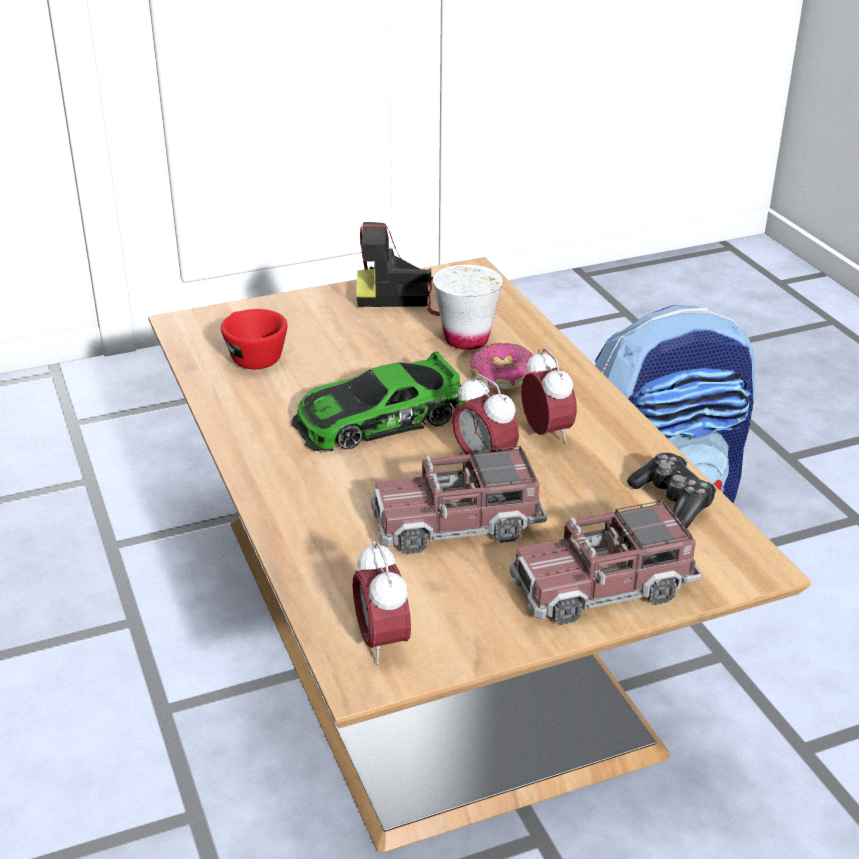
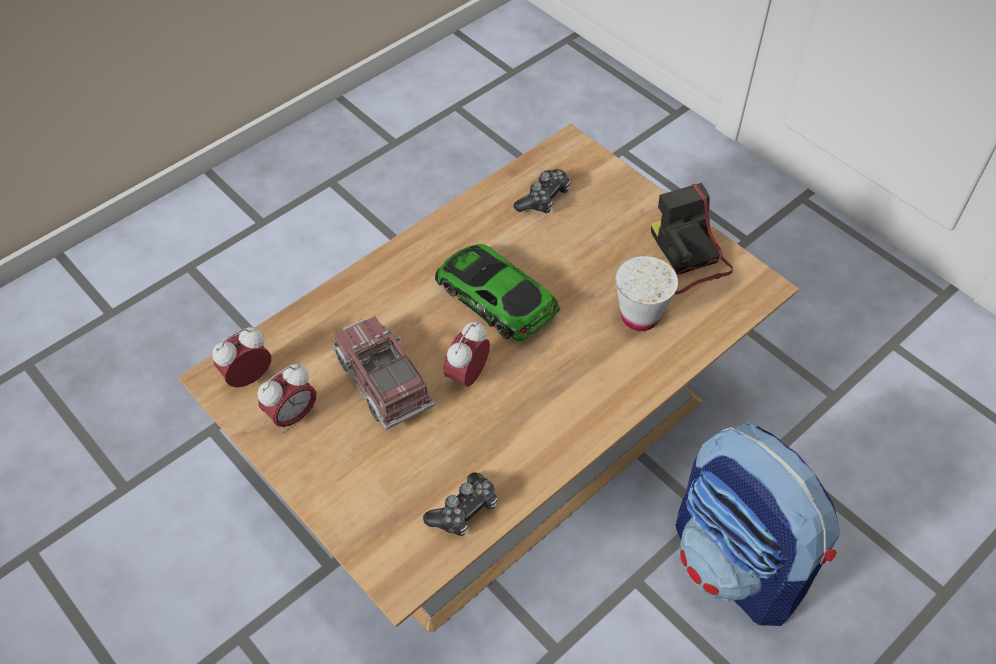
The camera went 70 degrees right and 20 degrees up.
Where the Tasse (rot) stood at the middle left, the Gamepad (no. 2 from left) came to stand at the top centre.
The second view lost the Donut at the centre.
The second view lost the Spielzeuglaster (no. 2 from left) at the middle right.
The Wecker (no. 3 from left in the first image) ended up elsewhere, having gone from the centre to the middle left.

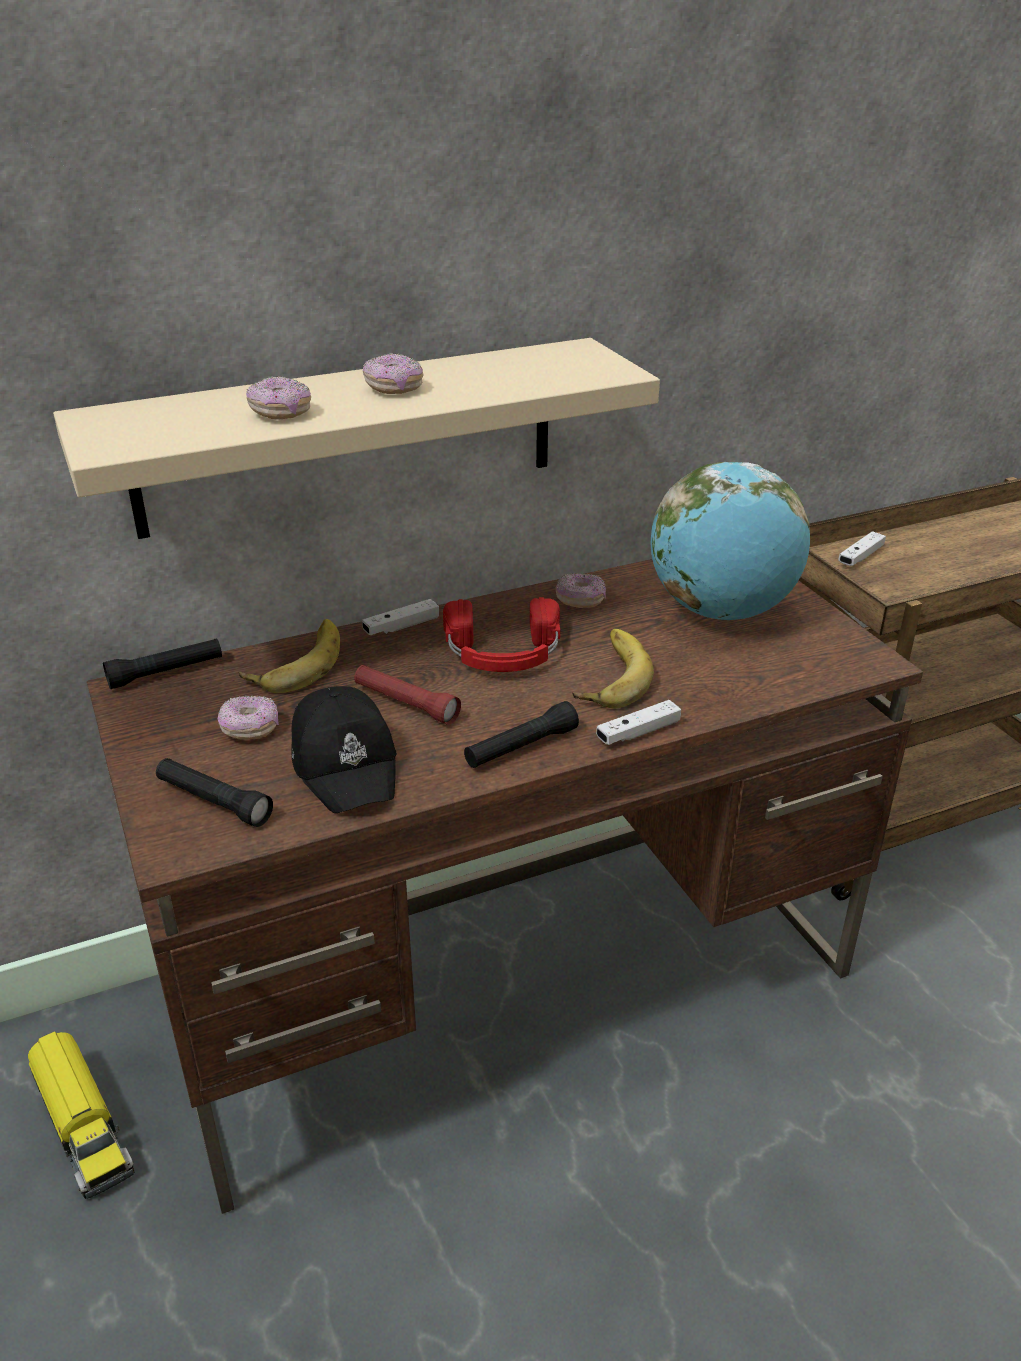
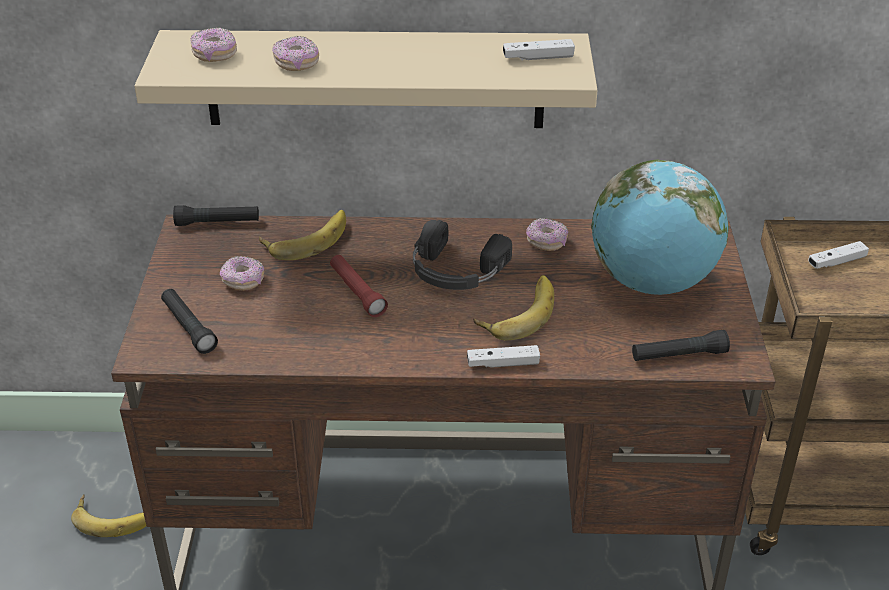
The camera went 25 degrees right and 5 degrees up.
Where the Spielzeuglaster stood at the bottom left, the Banane (no. 1 from left) came to stand at the bottom left.
The second view lost the Kappe (schwarz) at the centre.
The Gamepad (weiß) (no. 1 from left in the first image) ended up elsewhere, having gone from the centre to the top centre.
The Donut (no. 3 from left in the first image) ended up elsewhere, having gone from the top centre to the top left.
What was the Kopfhörer (rot) at the centre turned into the Kopfhörer (schwarz) at the centre.
The Taschenlampe (schwarz) (no. 3 from left) ended up elsewhere, having gone from the centre to the middle right.

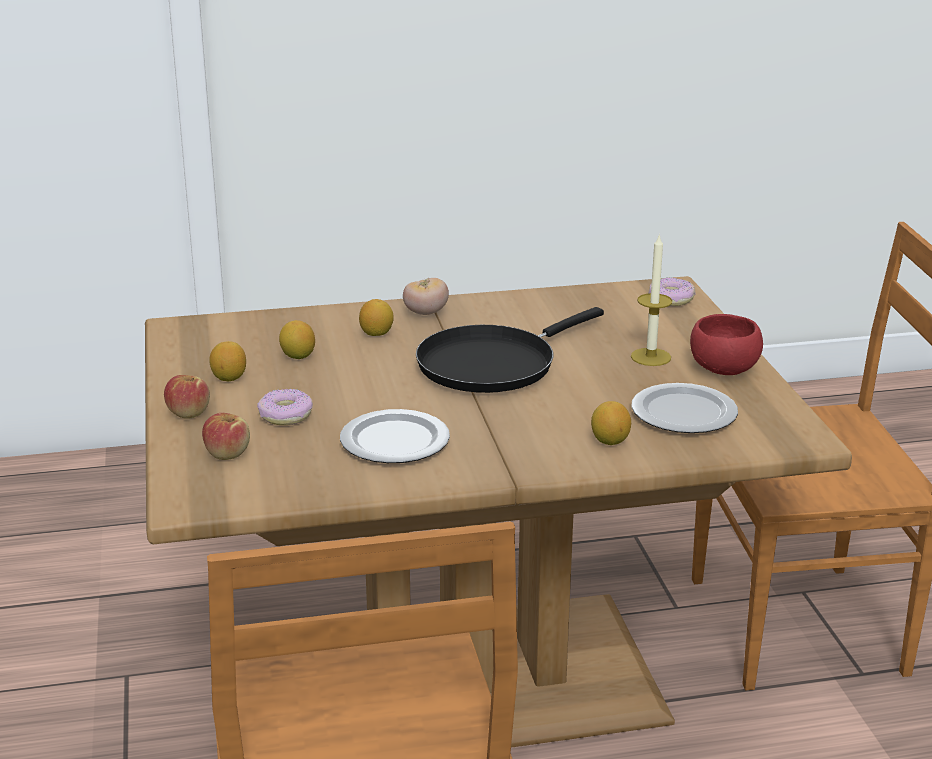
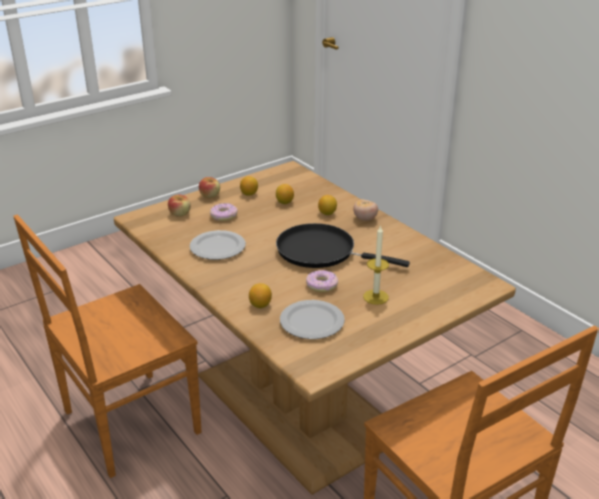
The camera went 65 degrees right and 5 degrees up.
The Donut (no. 2 from left) ended up elsewhere, having gone from the middle right to the centre.
The second view lost the Schüssel (rot) at the middle right.

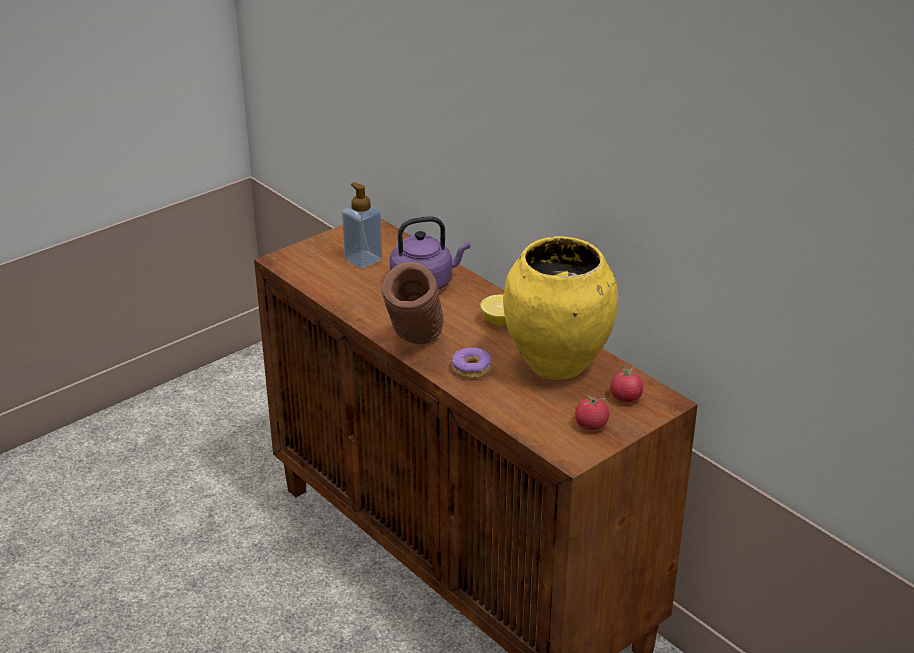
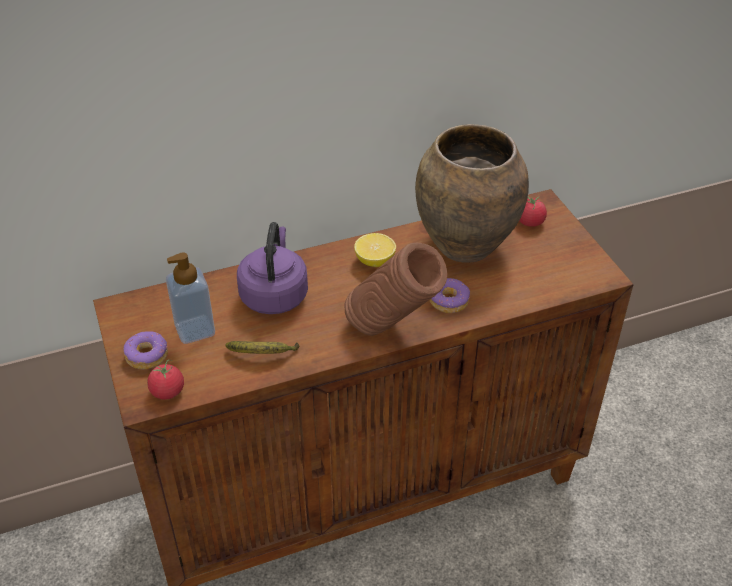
The camera went 70 degrees left and 10 degrees up.
What was the Vase (gelb) at the centre turned into the Vase (braun) (no. 2 from left) at the top centre.
The Tomate (no. 1 from left) ended up elsewhere, having gone from the centre to the middle left.
The second view gained the Donut (no. 1 from left) at the middle left.
The second view gained the Banane at the centre.

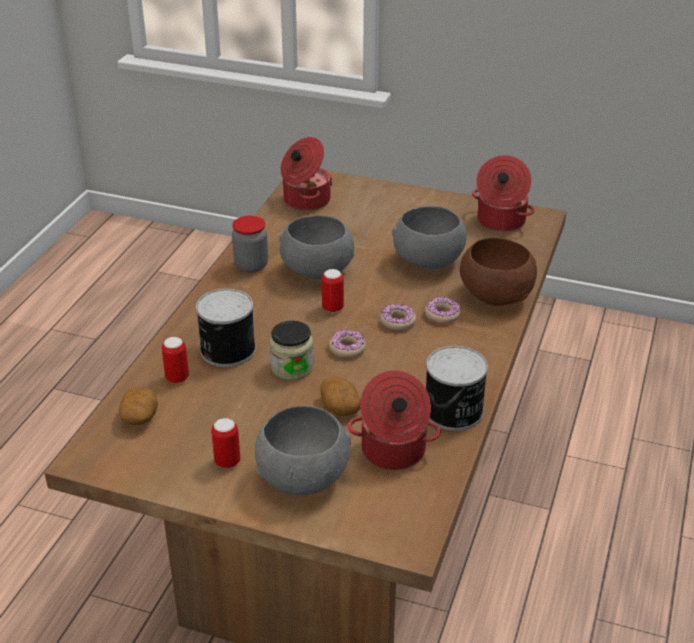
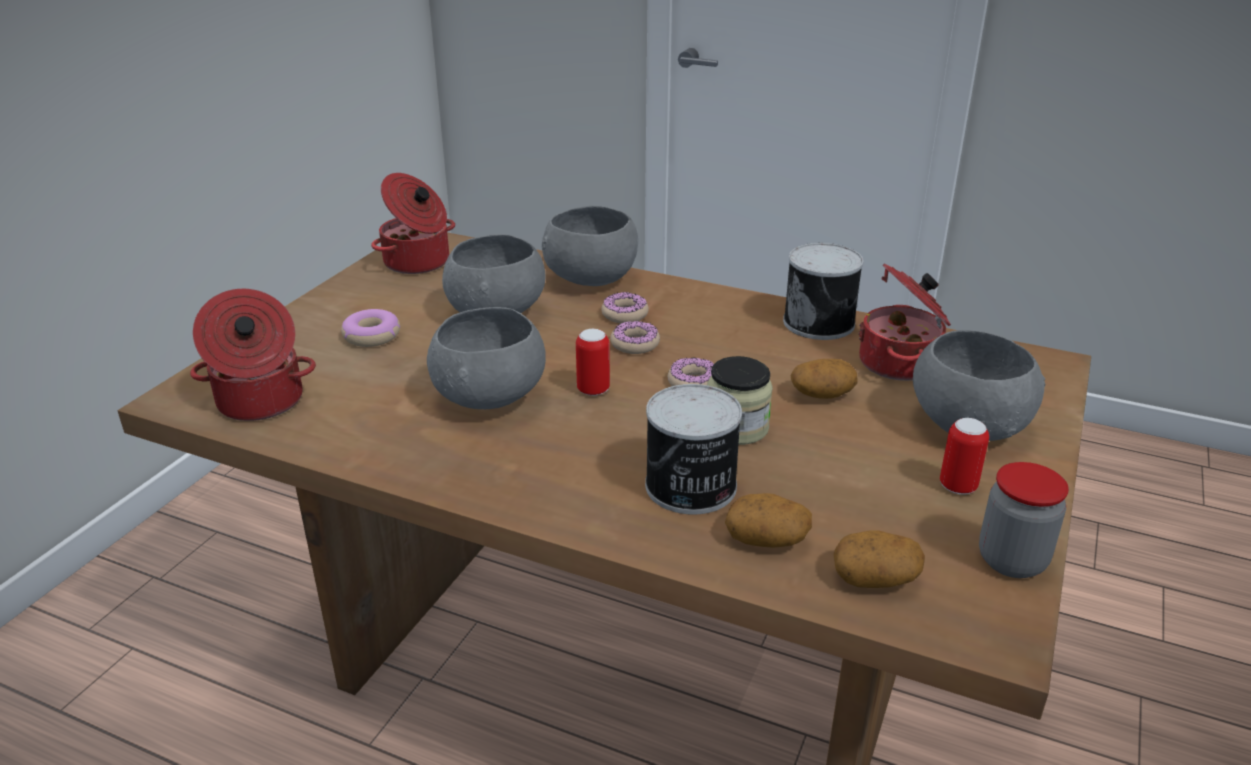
The camera went 85 degrees left and 5 degrees down.
Where the Dose (no. 1 from left) stood at the middle left, the Kartoffel (no. 1 from left) came to stand at the bottom centre.
The Vorratsglas (no. 1 from left in the first image) ended up elsewhere, having gone from the centre to the bottom right.
What was the Schüssel (braun) at the middle right turned into the Schüssel (grau) (no. 3 from left) at the top centre.
The second view gained the Donut (no. 1 from left) at the middle left.

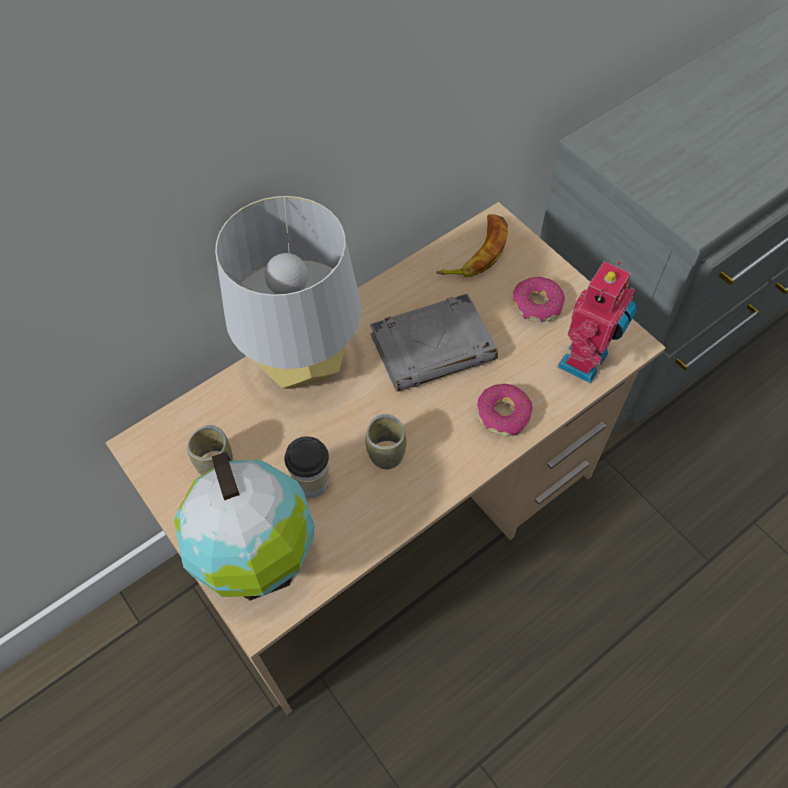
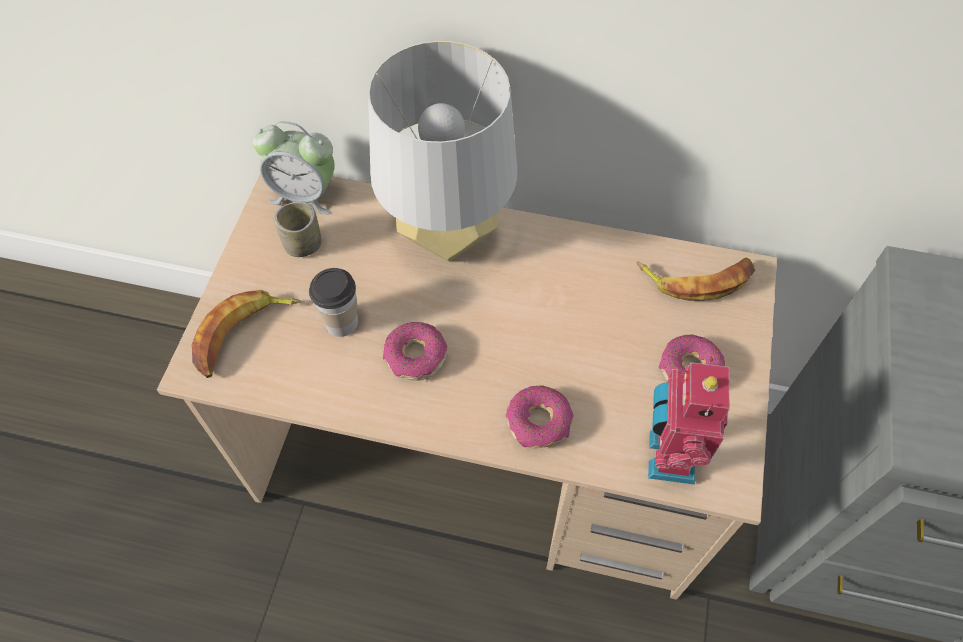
The camera went 50 degrees right and 0 degrees up.
Where the Globus stood at the bottom left, the Banane (no. 1 from left) came to stand at the middle left.
Where the Tasse (no. 3 from left) stood at the centre, the Donut (no. 1 from left) came to stand at the centre.
The second view lost the Buch (grau) at the centre.
The Spielzeugroboter at the middle right ended up facing another way, 105 degrees clockwise from before.
The second view gained the Wecker at the top left.

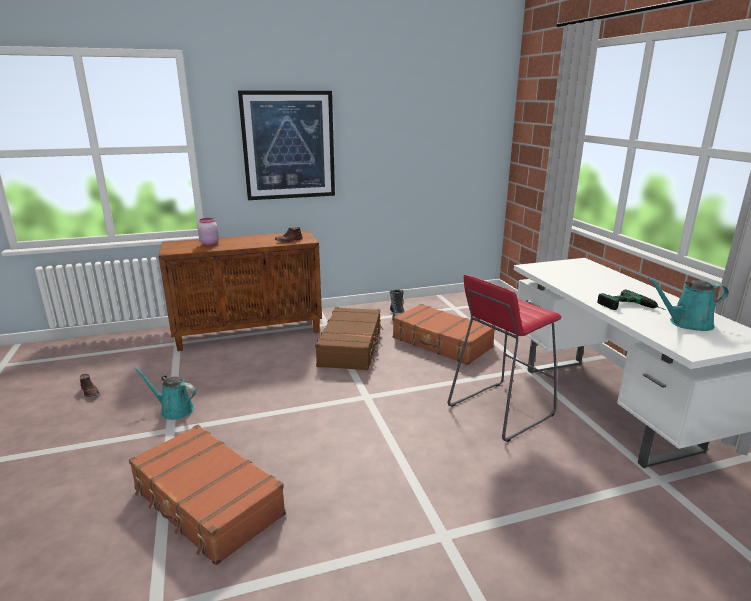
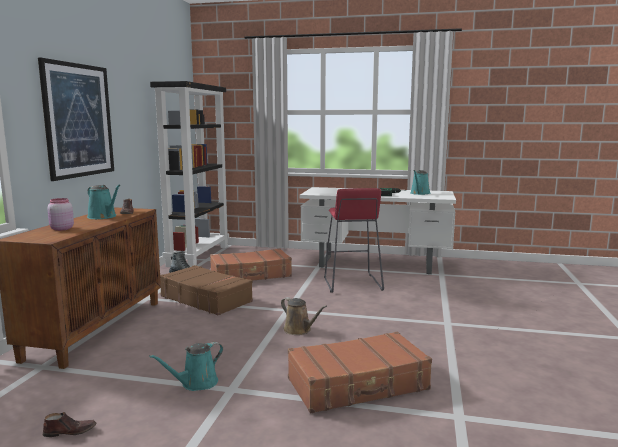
The camera went 60 degrees left and 10 degrees down.
The second view gained the Gießkanne (türkis) (no. 1 from left) at the middle left.
The second view gained the Bücherregal (schwarz) at the middle left.
The second view gained the Gießkanne (braun) at the bottom centre.

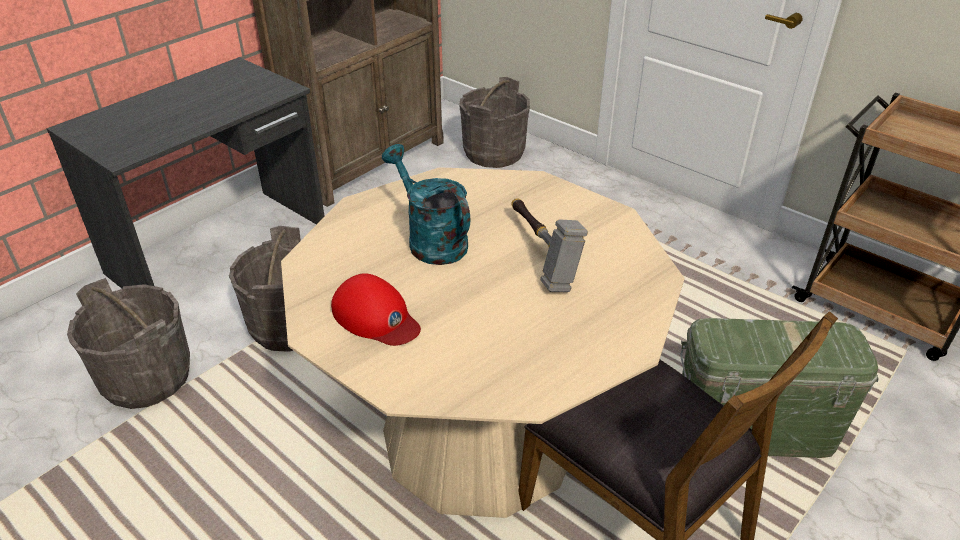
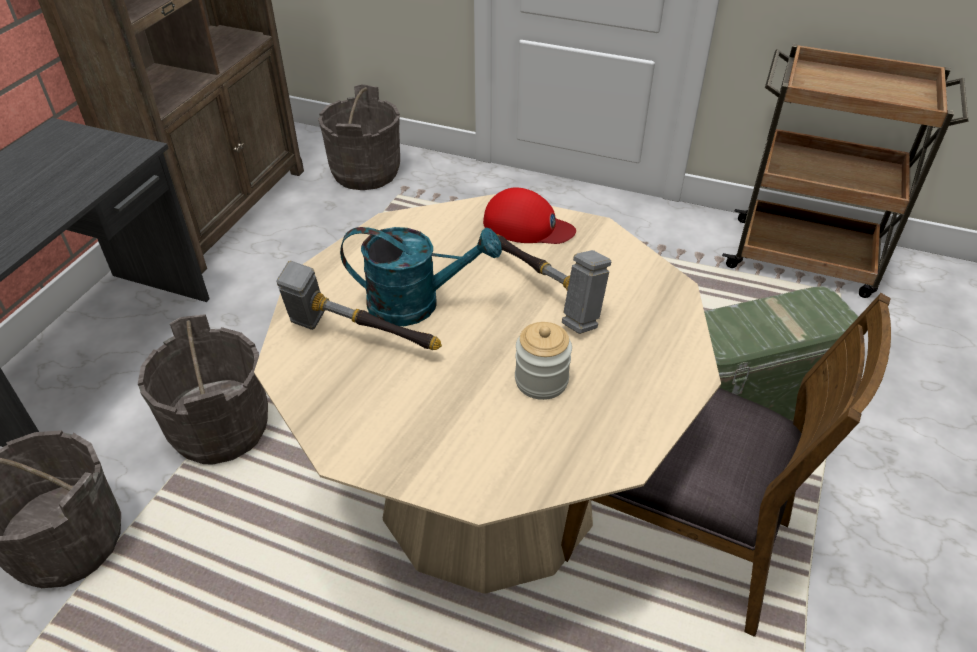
The camera went 20 degrees left and 5 degrees up.
The Kappe (rot) ended up elsewhere, having gone from the centre to the top centre.
The Gießkanne (türkis) at the centre ended up facing another way, 150 degrees clockwise from before.
The second view gained the Hammer (no. 1 from left) at the centre.
The second view gained the Vorratsglas at the centre.

